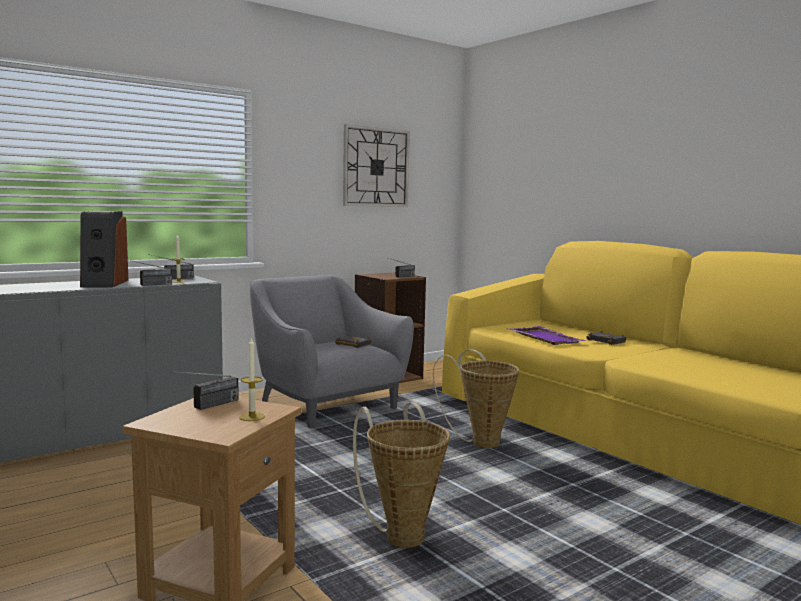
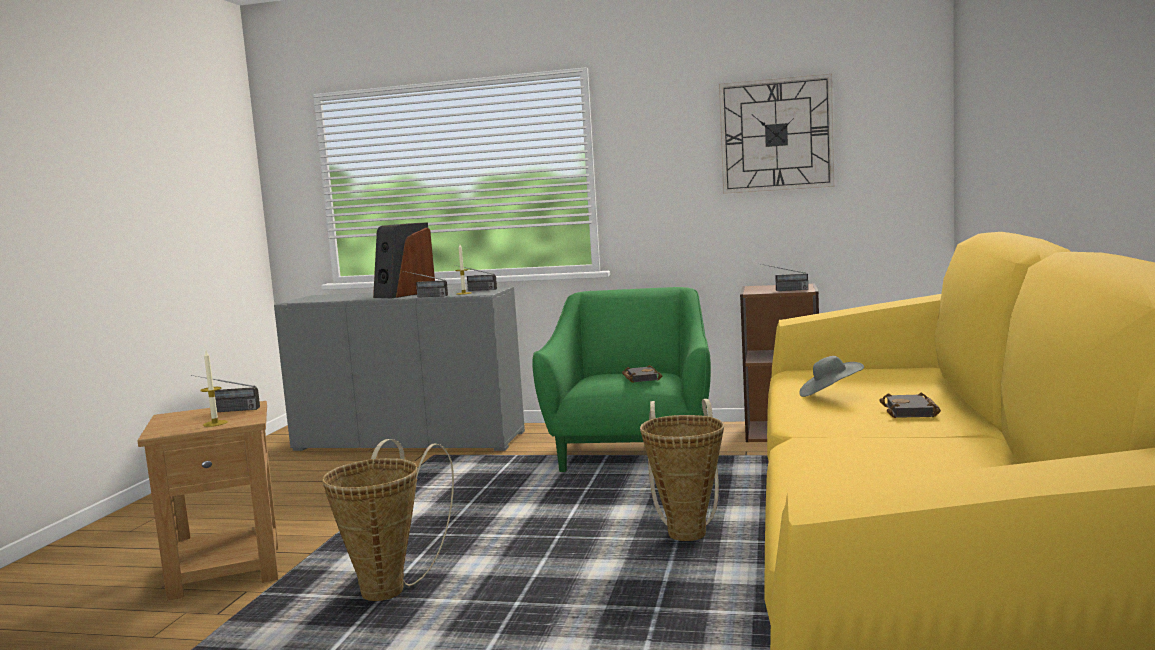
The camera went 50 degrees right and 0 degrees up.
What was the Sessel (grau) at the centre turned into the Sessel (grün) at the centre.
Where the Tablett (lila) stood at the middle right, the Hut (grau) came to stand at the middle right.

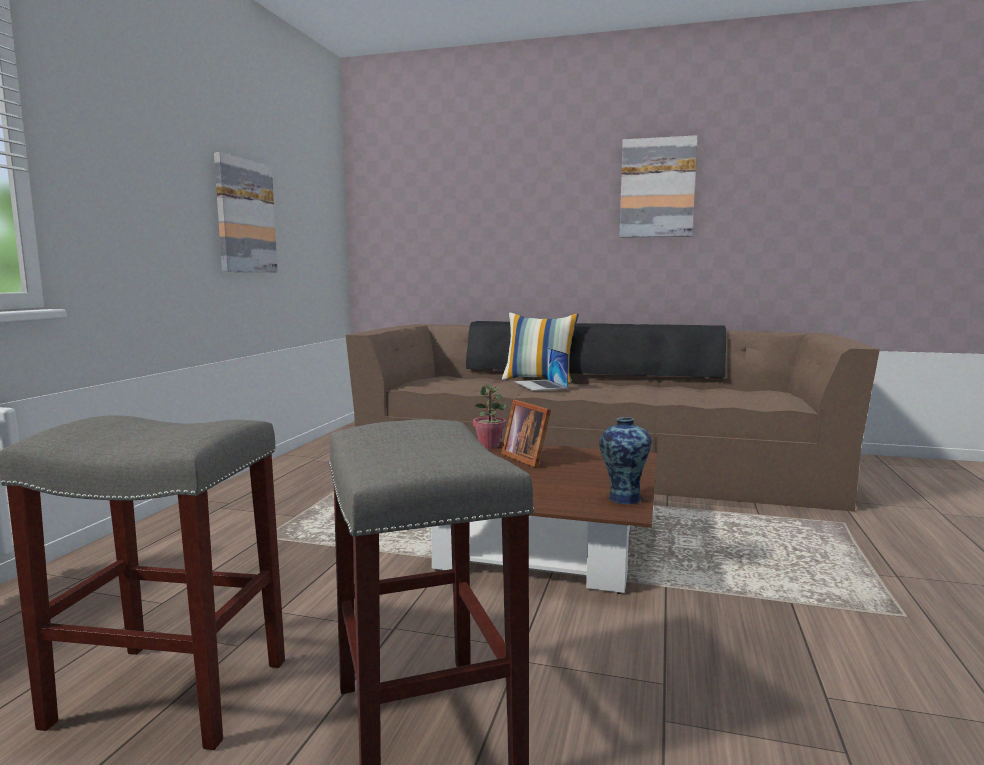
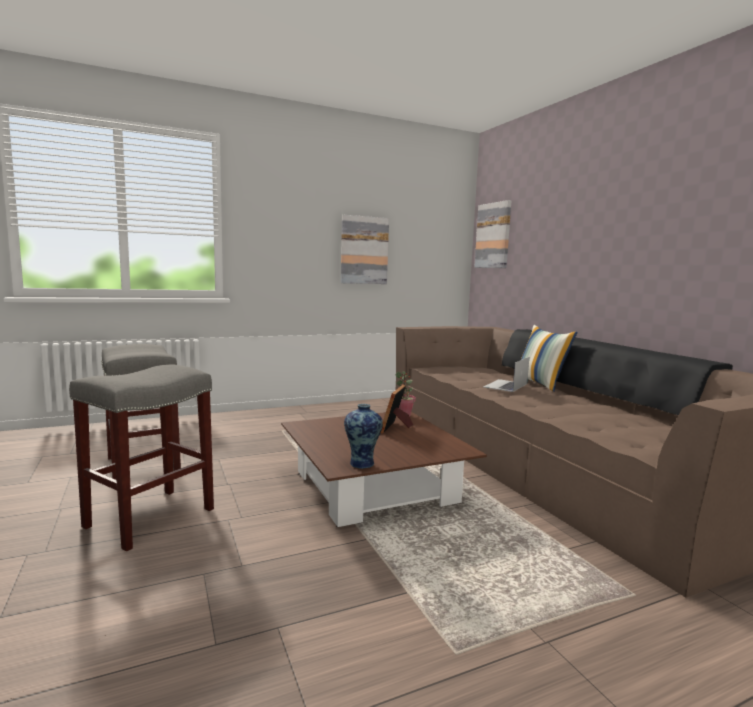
The camera went 50 degrees right and 0 degrees up.
The Bild (no. 2 from left) ended up elsewhere, having gone from the top right to the top centre.

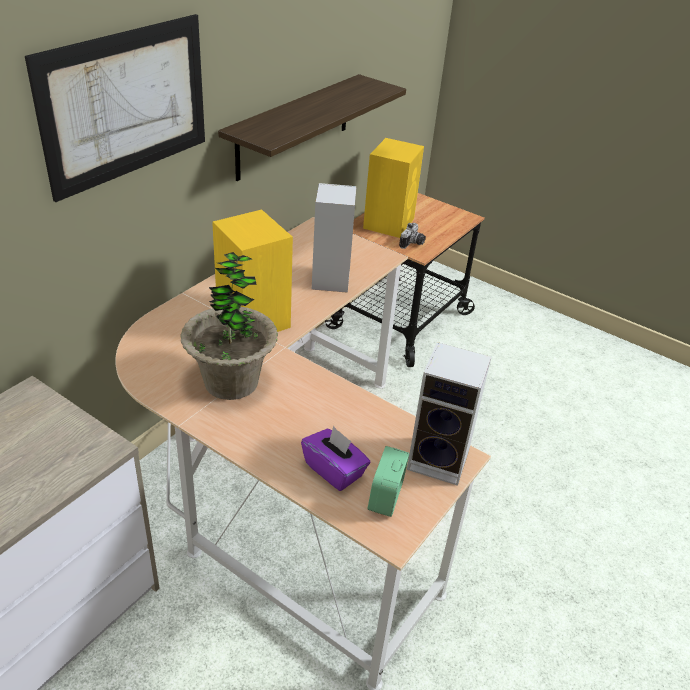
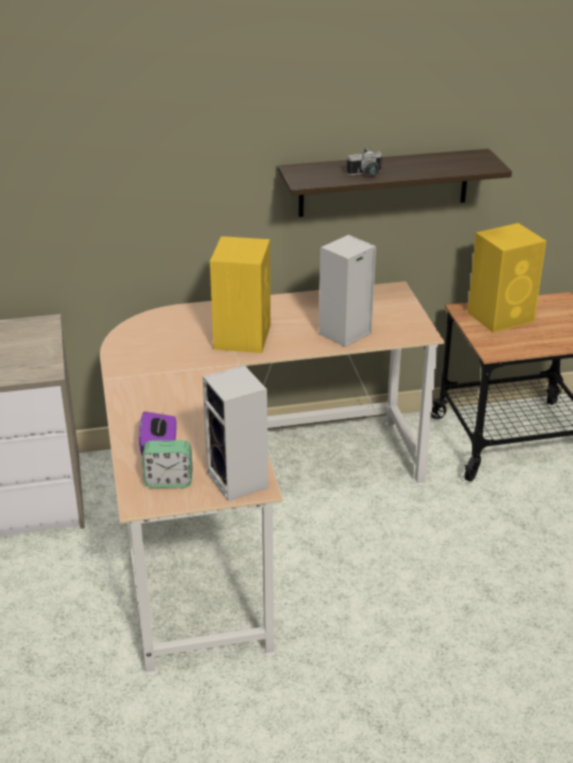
The camera went 45 degrees right and 5 degrees down.
The second view lost the Bild at the top left.
The second view lost the Topfpflanze at the middle left.
The Wecker at the bottom centre ended up facing another way, 150 degrees counterclockwise from before.
The Kamera ended up elsewhere, having gone from the centre to the top centre.

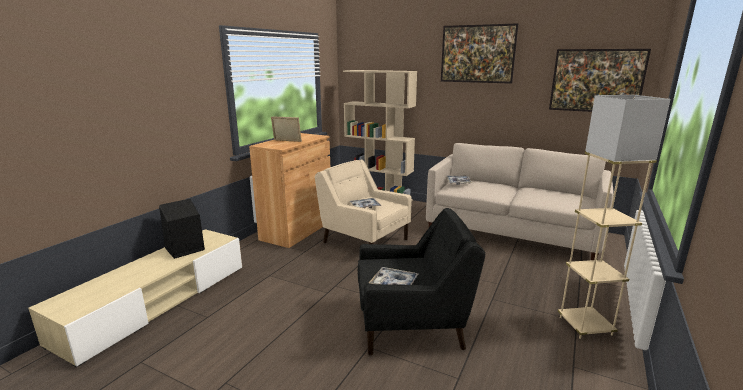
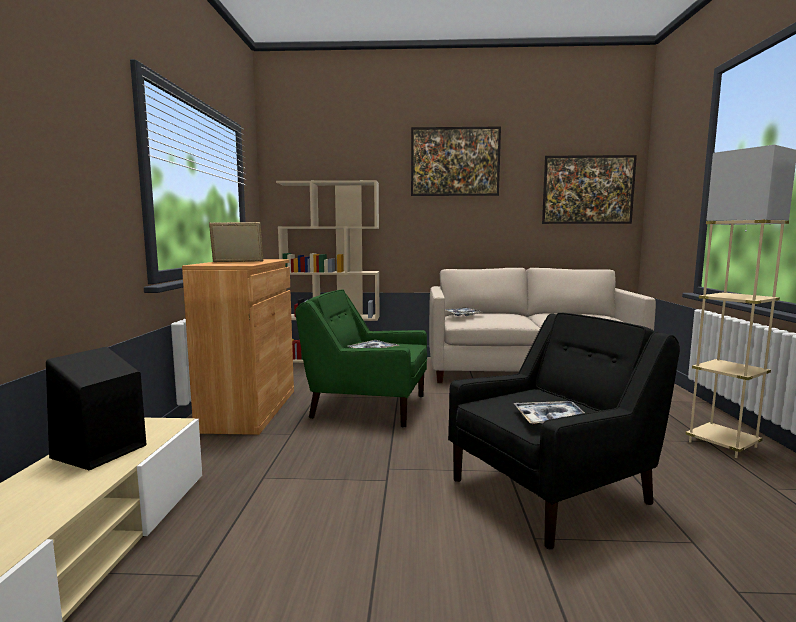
The camera went 25 degrees left and 10 degrees down.
What was the Sessel (beige) at the centre turned into the Sessel (grün) at the centre.

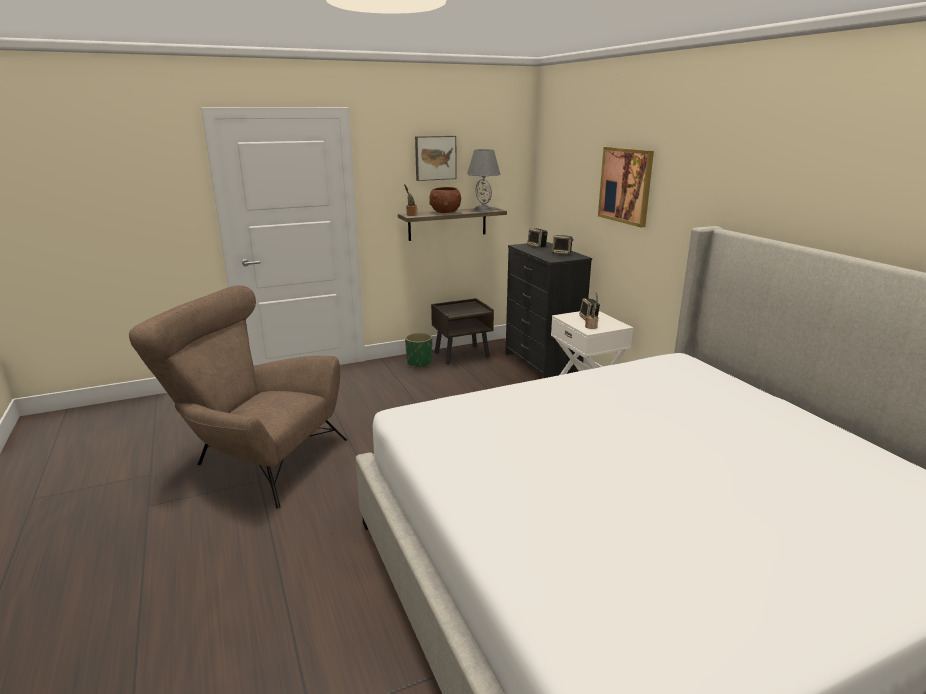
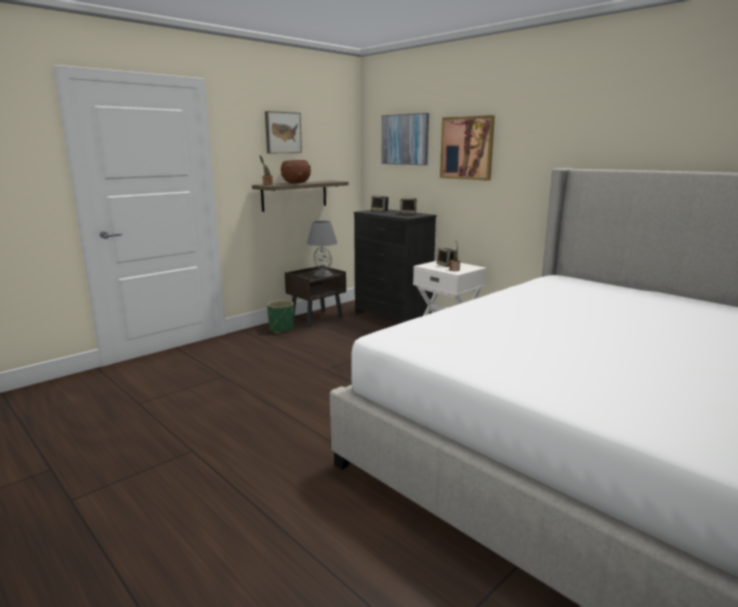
The camera went 20 degrees left and 5 degrees down.
The second view lost the Sessel (braun) at the middle left.
The Tischlampe (grau) ended up elsewhere, having gone from the top centre to the centre.
The second view gained the Bild (no. 2 from left) at the top centre.

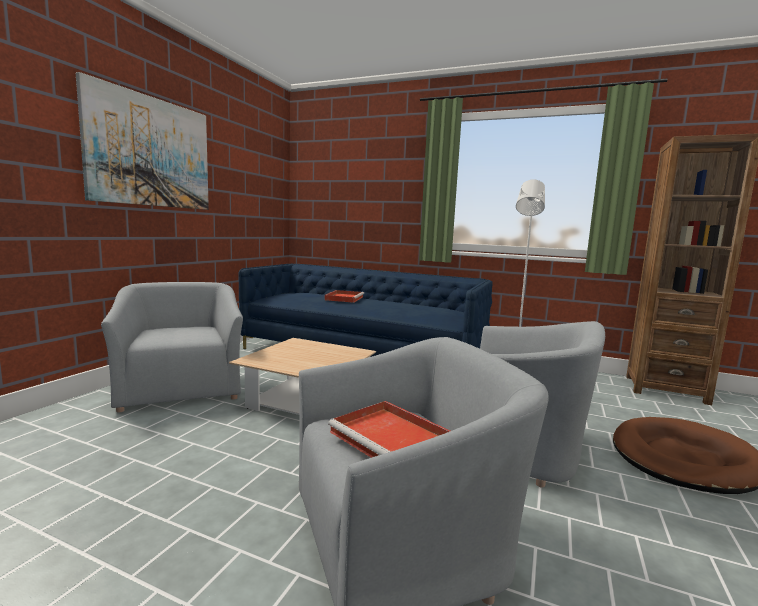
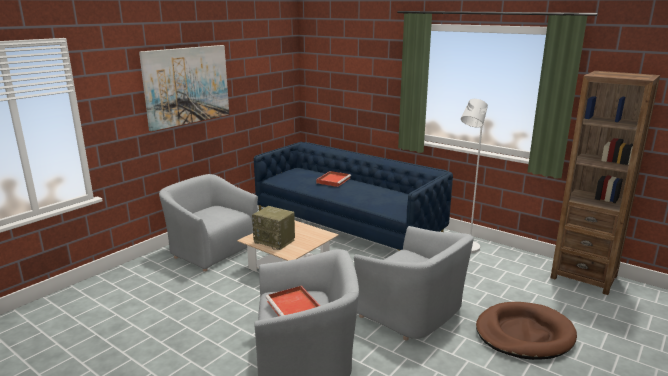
The camera went 15 degrees right and 10 degrees up.
The Sessel (grau) (no. 1 from left) at the middle left ended up facing another way, 45 degrees counterclockwise from before.
The second view gained the Radio at the centre.

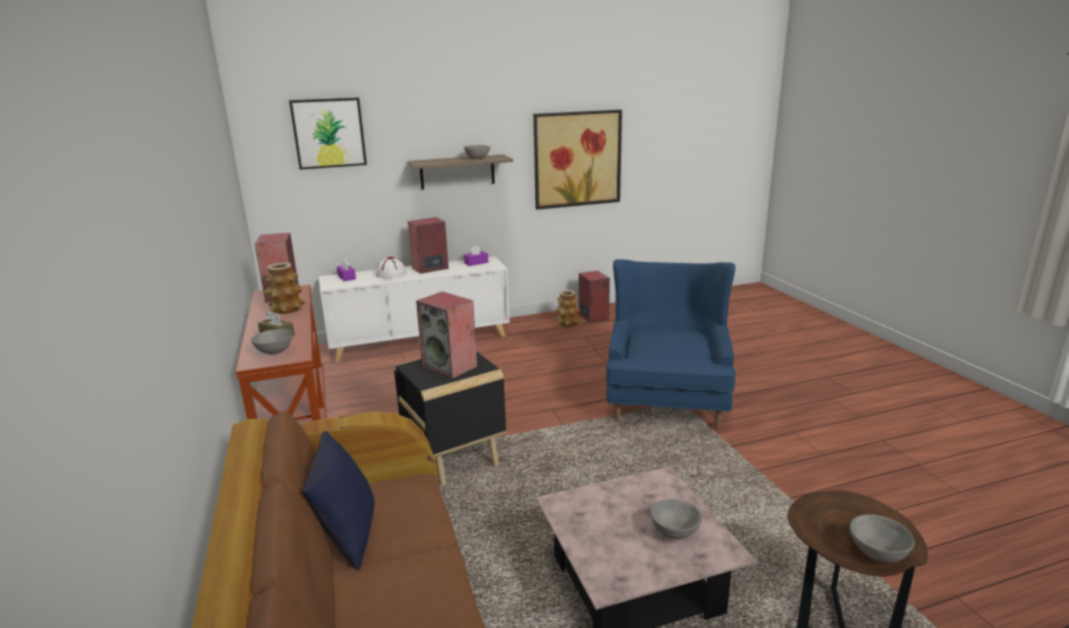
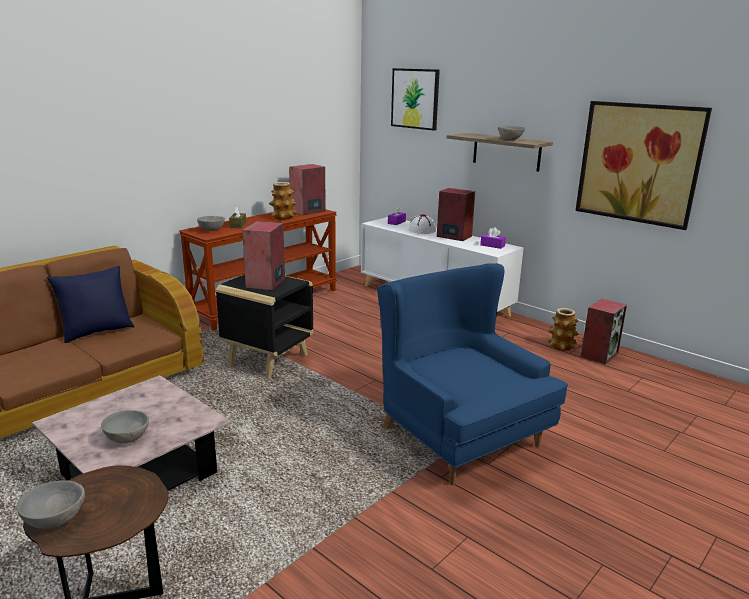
The camera went 60 degrees right and 0 degrees up.
The Sessel (blau) at the centre ended up facing another way, 105 degrees counterclockwise from before.

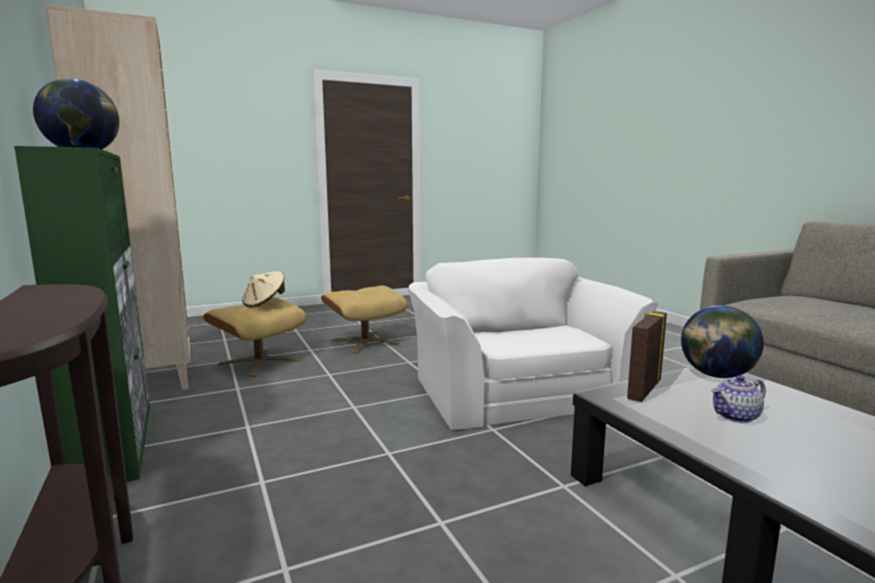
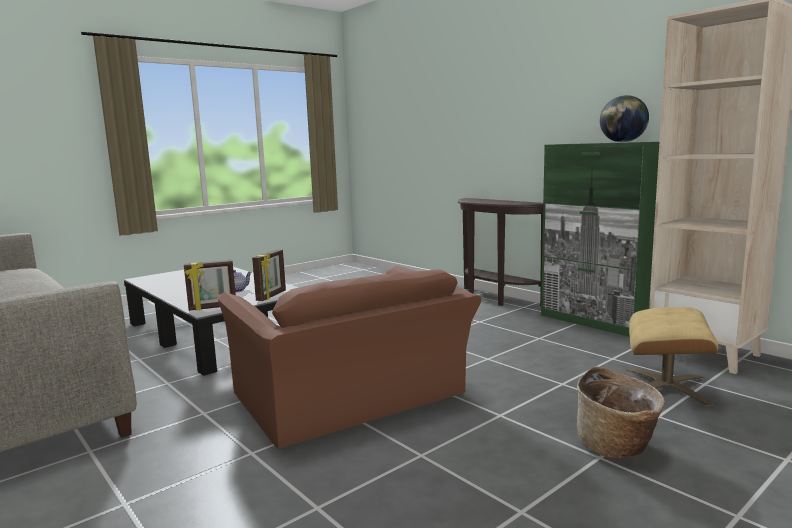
The camera went 165 degrees right and 0 degrees up.
The second view lost the Hut (beige) at the middle left.
Where the Polsterhocker (beige) (no. 2 from left) stood at the centre, the Korb came to stand at the bottom right.
What was the Sessel (weiß) at the centre turned into the Sessel (braun) at the bottom centre.
Where the Globus (no. 2 from left) stood at the middle right, the Bilderrahmen (no. 1 from left) came to stand at the middle left.

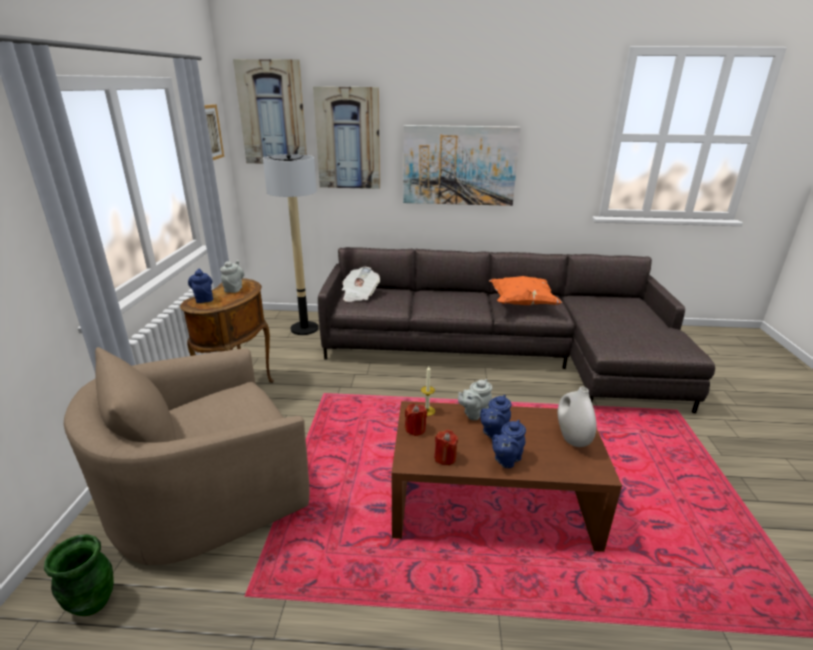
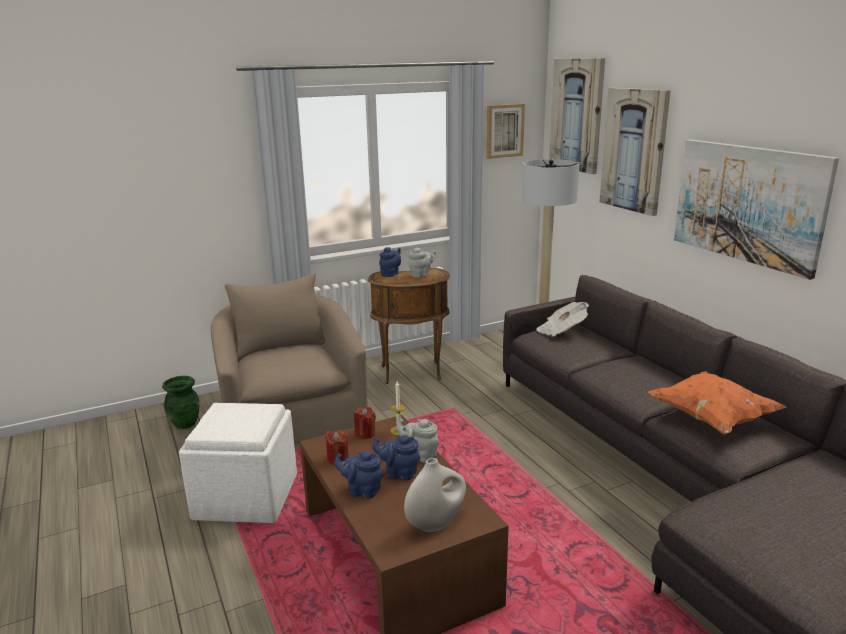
The camera went 60 degrees right and 5 degrees down.
The Sessel (beige) at the bottom left ended up facing another way, 45 degrees clockwise from before.
The second view gained the Polsterhocker (weiß) at the bottom left.

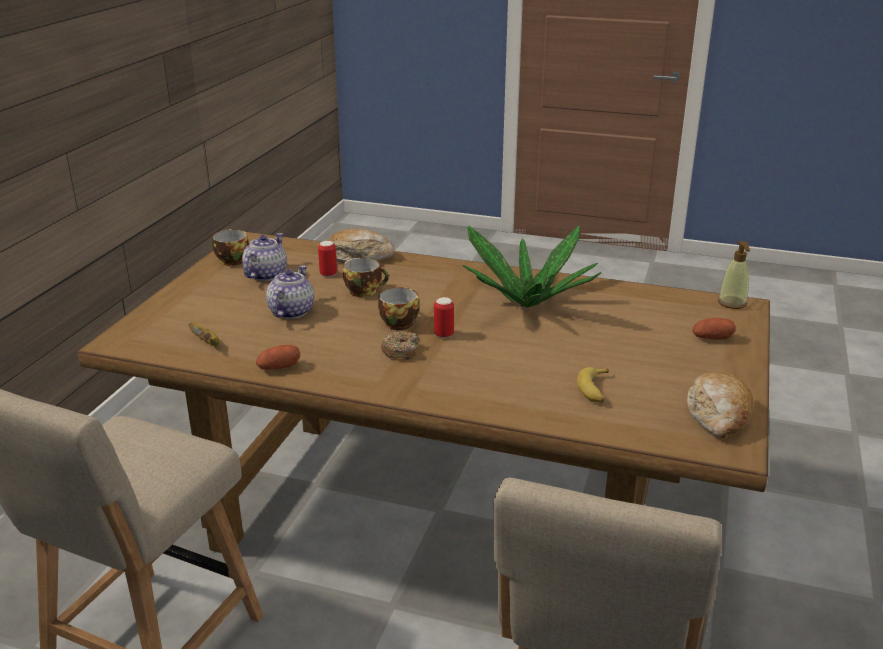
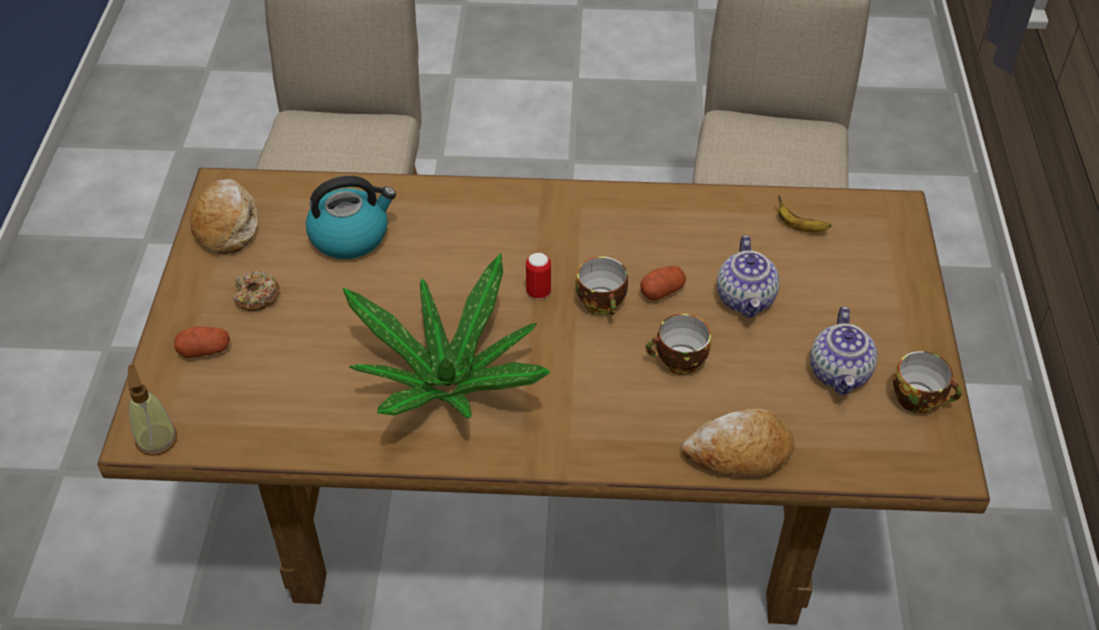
The camera went 165 degrees right and 20 degrees up.
The Kartoffel (no. 1 from left in the first image) ended up elsewhere, having gone from the middle left to the centre.
The second view lost the Dose (no. 1 from left) at the centre.
The Donut ended up elsewhere, having gone from the centre to the middle left.
Where the Banane (no. 2 from left) stood at the middle right, the Wasserkessel came to stand at the middle left.

